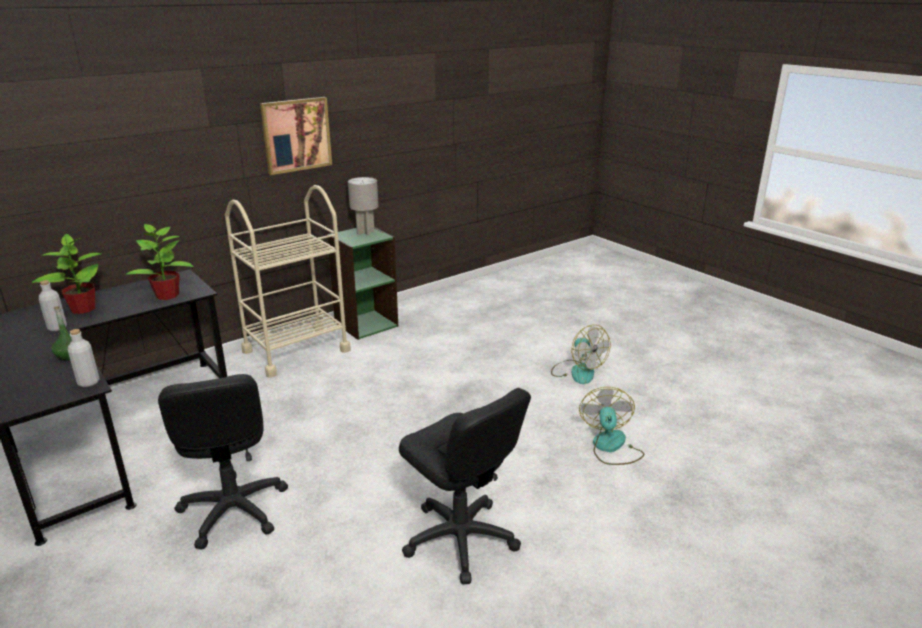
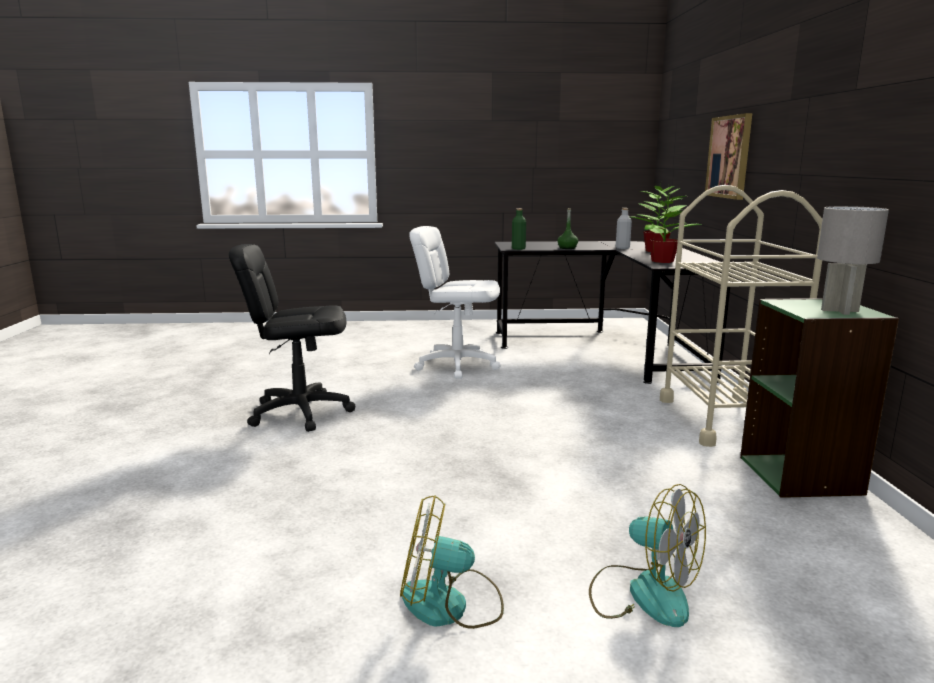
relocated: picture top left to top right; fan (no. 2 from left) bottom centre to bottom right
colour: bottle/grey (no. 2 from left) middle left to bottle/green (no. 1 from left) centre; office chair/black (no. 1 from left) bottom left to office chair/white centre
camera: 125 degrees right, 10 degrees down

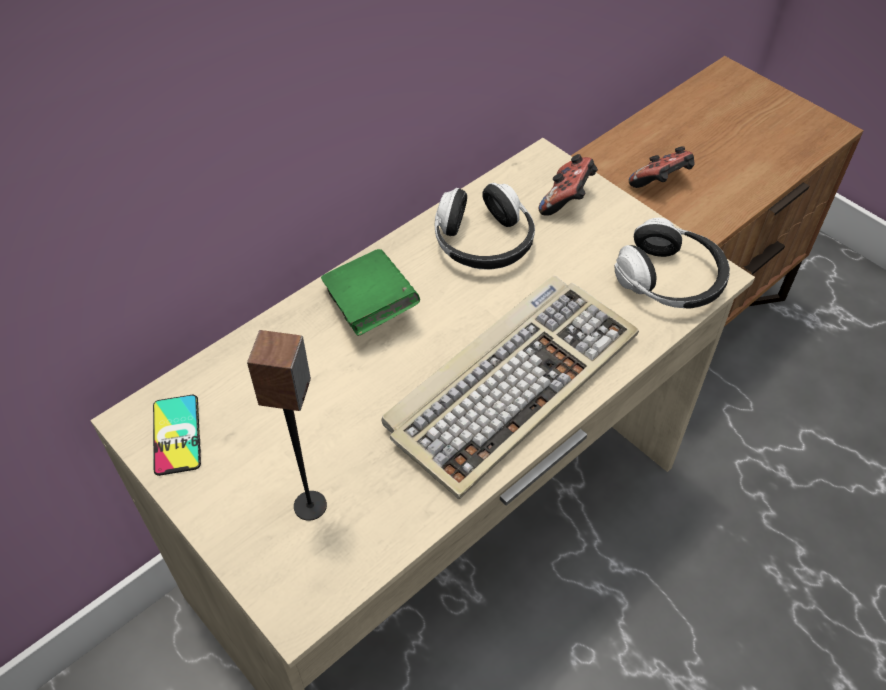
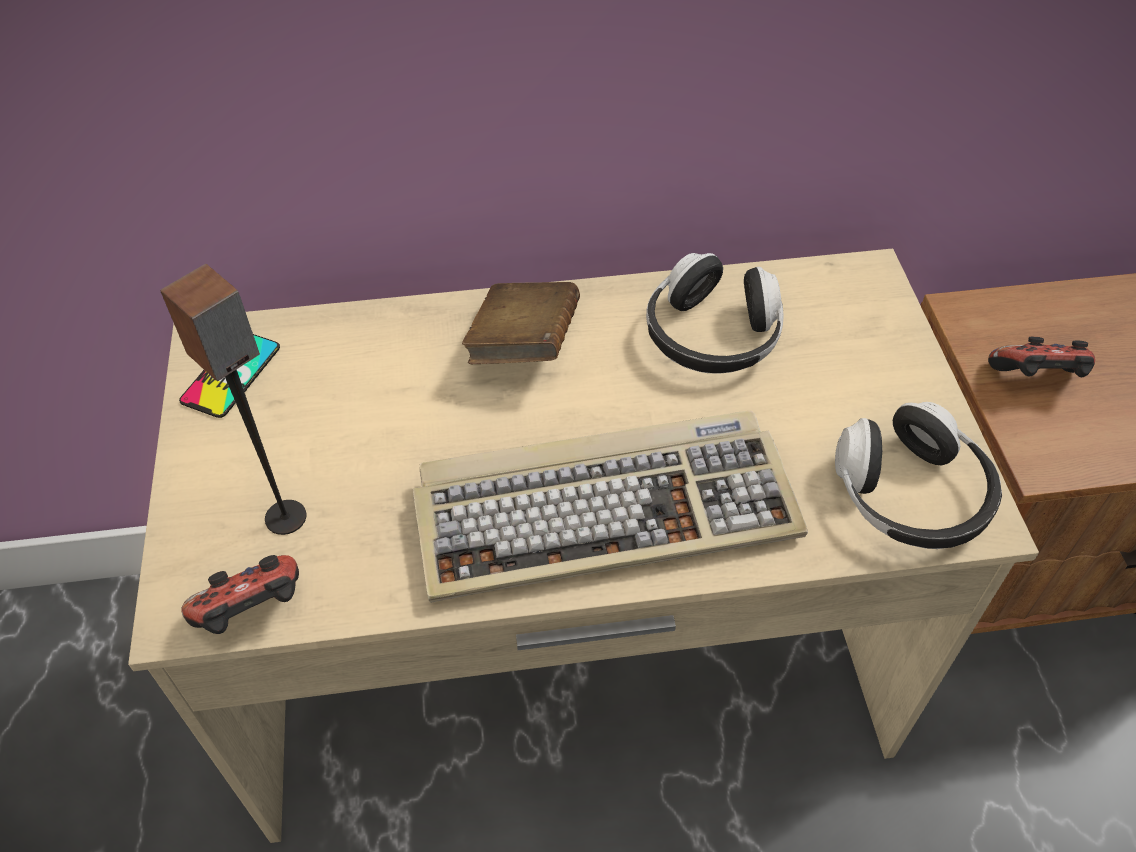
relocated: game controller (no. 1 from left) top centre to bottom left
colour: book/green centre to book/brown centre
camera: 35 degrees right, 0 degrees up

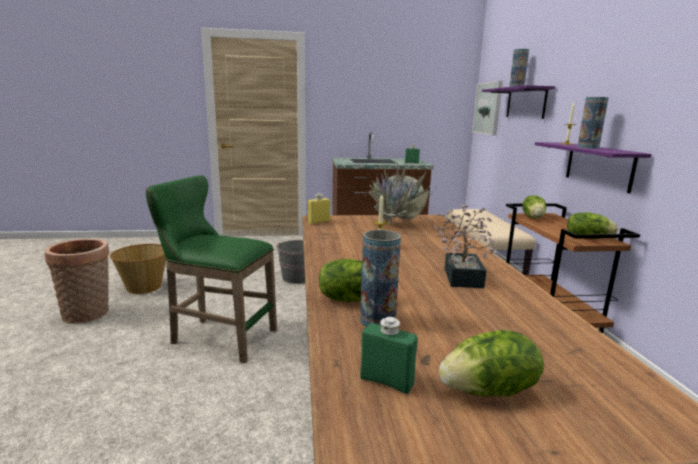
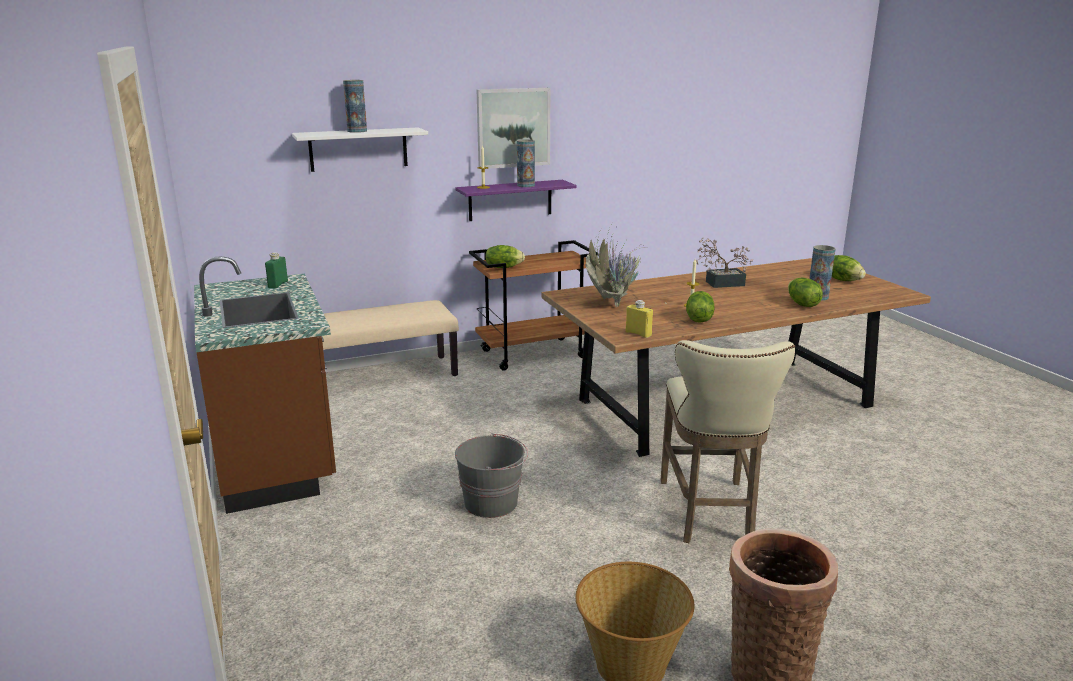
missing: bottle/green (no. 1 from left) bottom centre
relocated: picture top right to top centre; lettuce (no. 4 from left in the first image) middle right to lettuce (no. 2 from left) centre
colour: stool/green middle left to stool/beige middle right; shelf/purple (no. 1 from left) top right to shelf/white top centre
camera: 105 degrees left, 5 degrees up

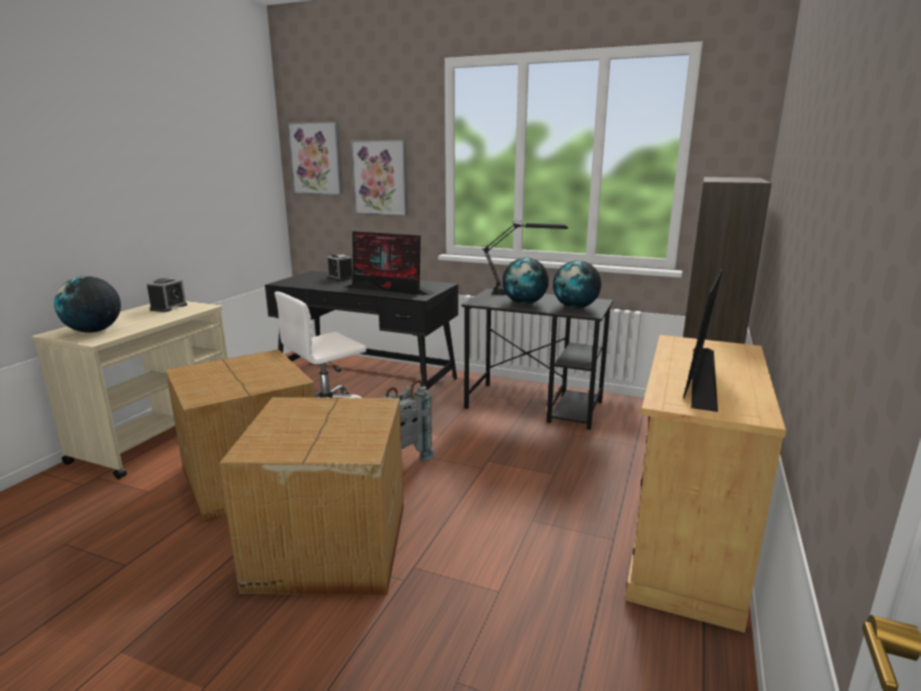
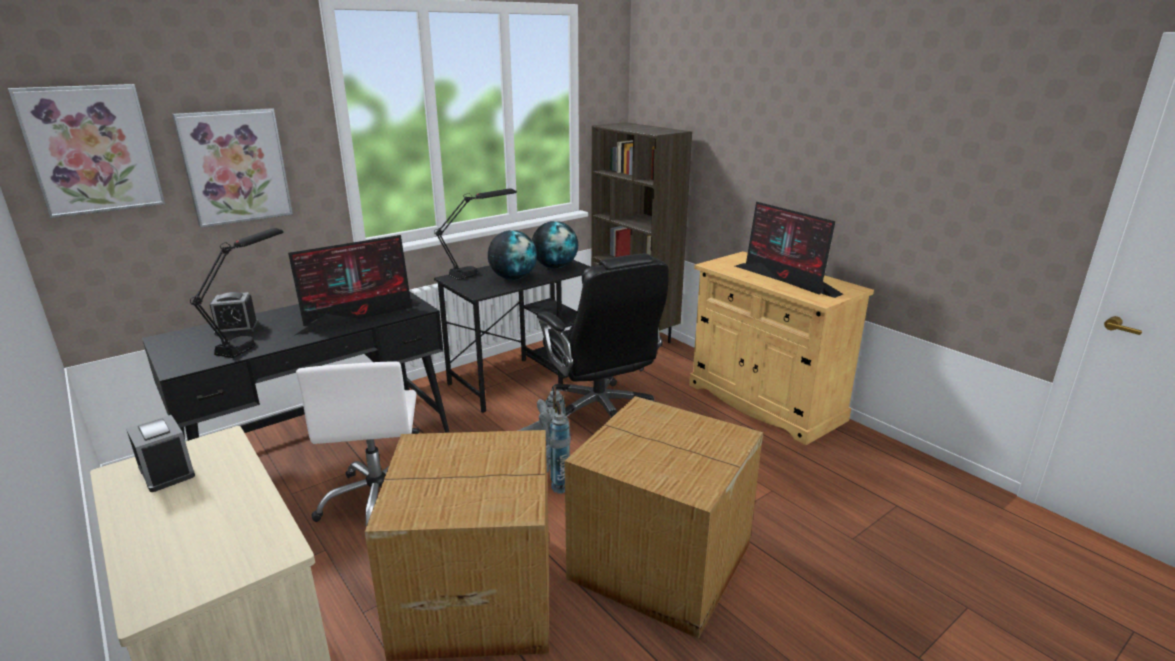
missing: globe (no. 1 from left) middle left
appeared: table lamp/black (no. 1 from left) middle left; office chair/black centre
camera: 60 degrees left, 5 degrees up

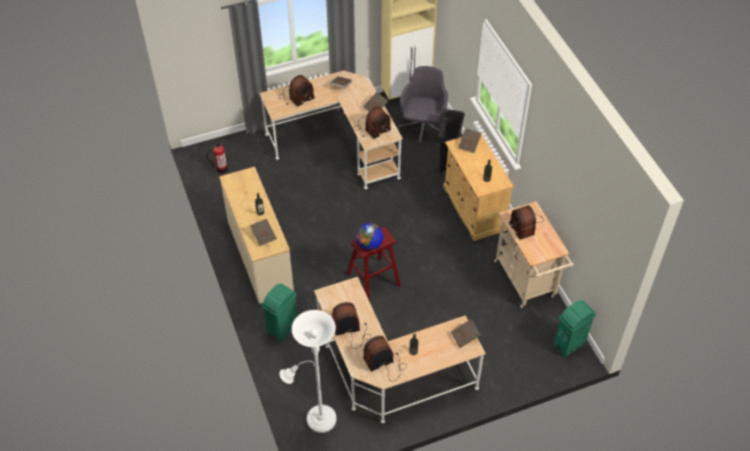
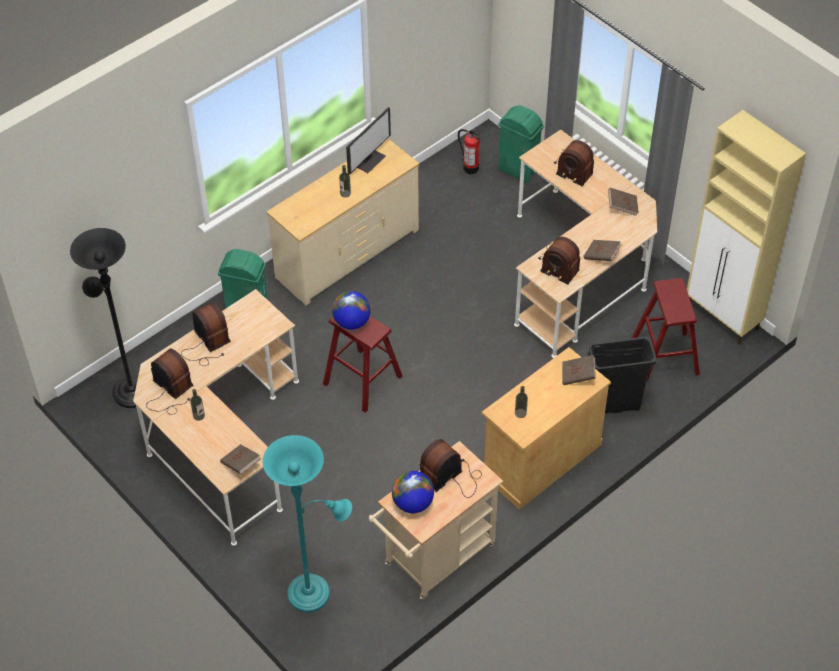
missing: book/brown (no. 1 from left) centre
appeared: floor lamp/turquoise bottom centre; monitor top centre; globe (no. 2 from left) bottom centre
relocated: trash can/green (no. 2 from left) bottom right to top centre
exchanged: office chair/grey top centre to stool/red (no. 2 from left) middle right
colour: floor lamp/white bottom centre to floor lamp/black middle left
camera: 70 degrees right, 0 degrees up

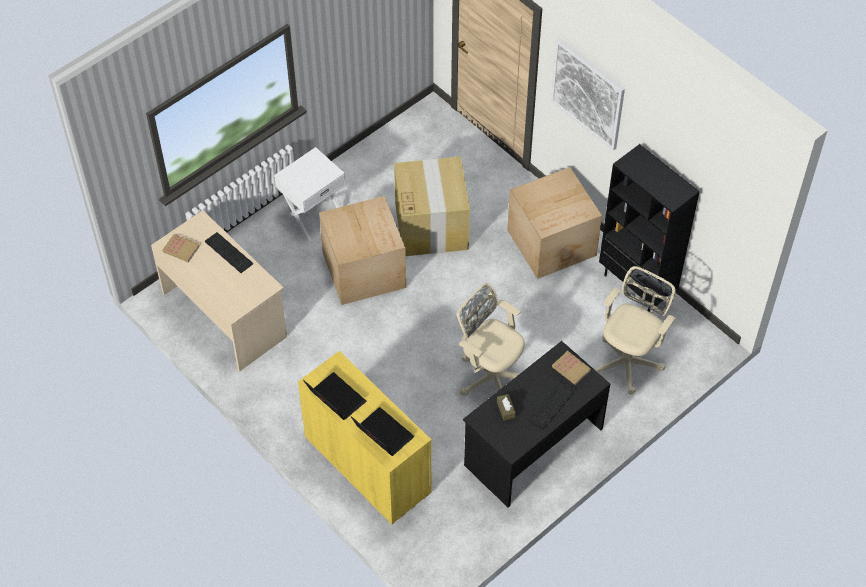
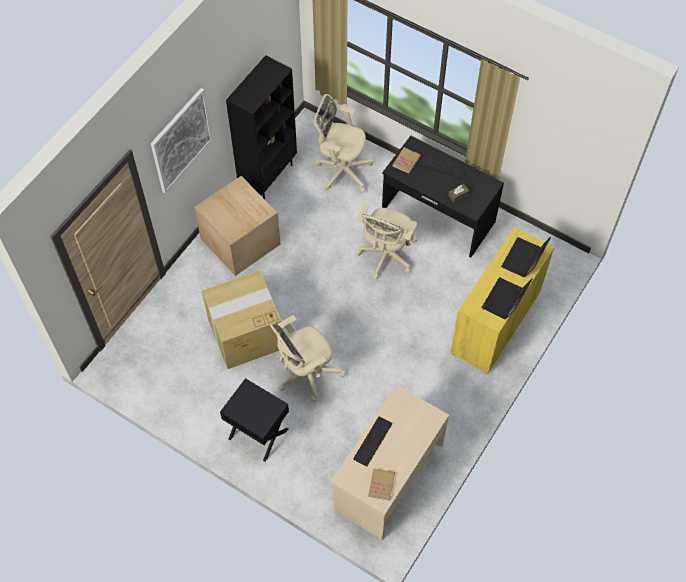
exchanged: cardboard box (no. 1 from left) centre to office chair/beige (no. 1 from left) centre
colour: nightstand/white top centre to nightstand/black bottom centre
camera: 105 degrees left, 5 degrees up

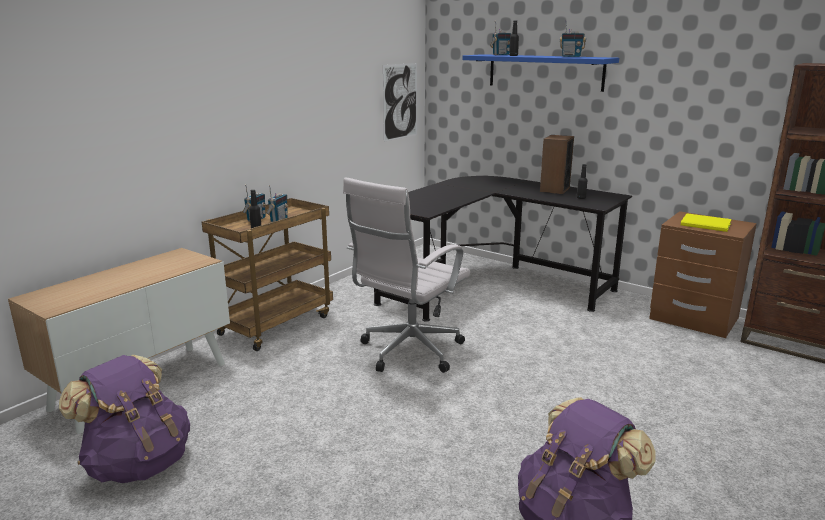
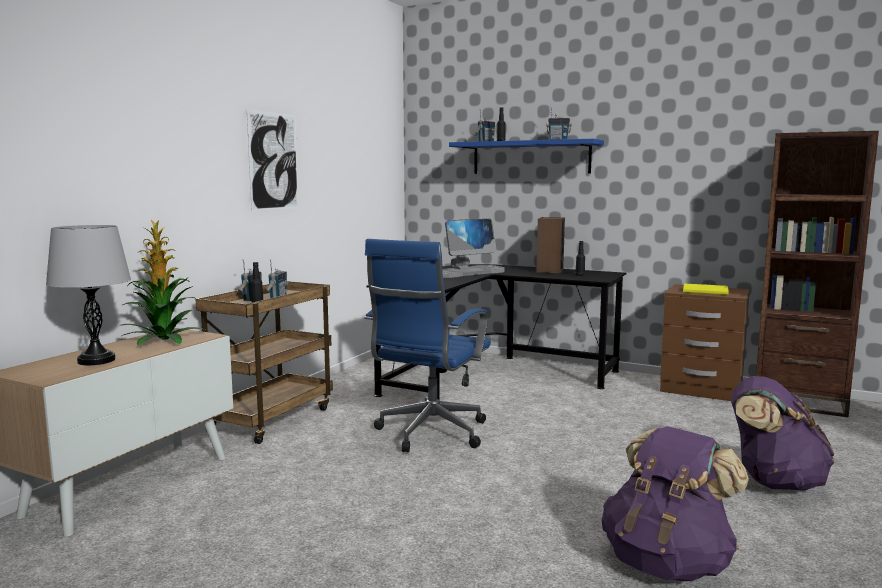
appeared: table lamp/grey middle left; potted plant middle left; monitor centre
relocated: backpack/purple (no. 1 from left in the first image) bottom left to backpack/purple (no. 2 from left) bottom right; picture top centre to top left
colour: office chair/white centre to office chair/blue centre
camera: 10 degrees left, 10 degrees down

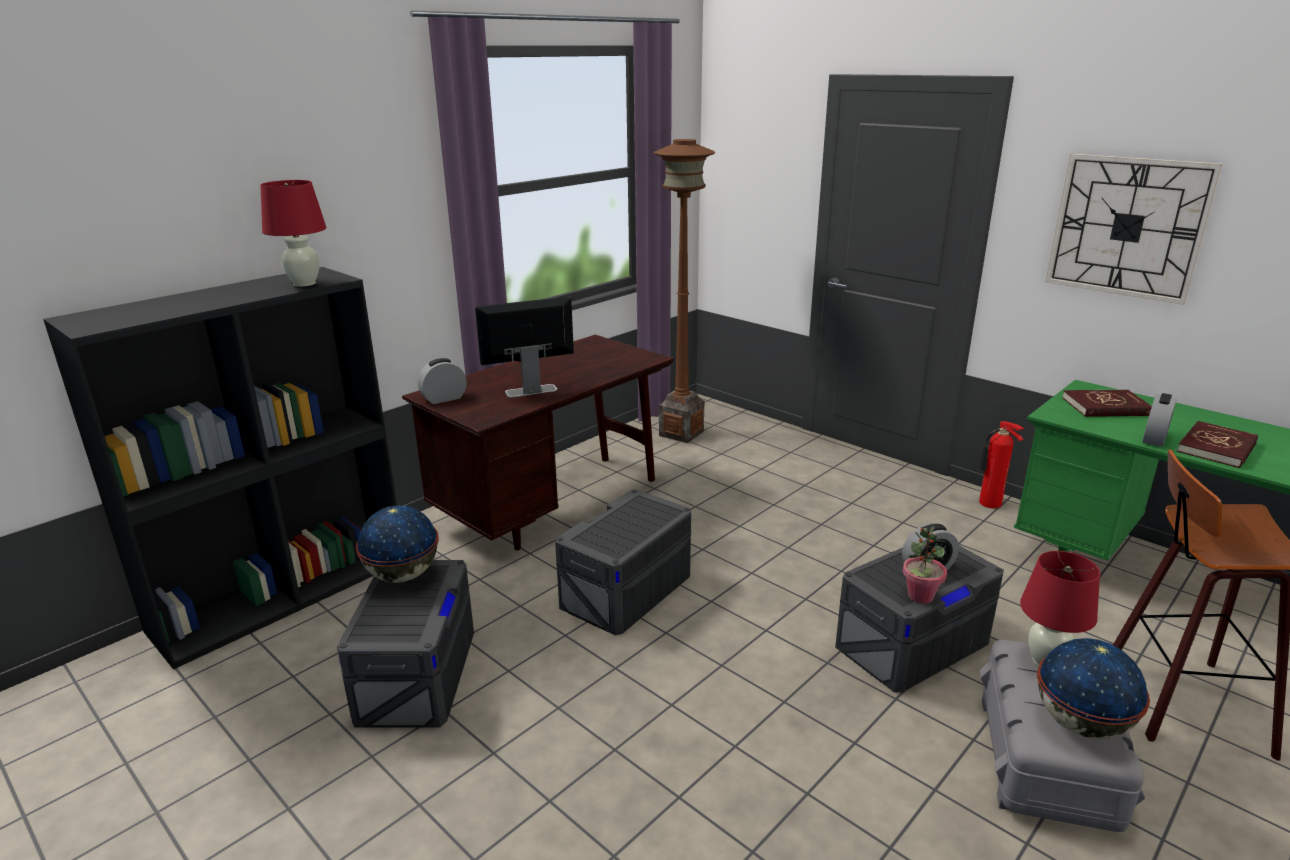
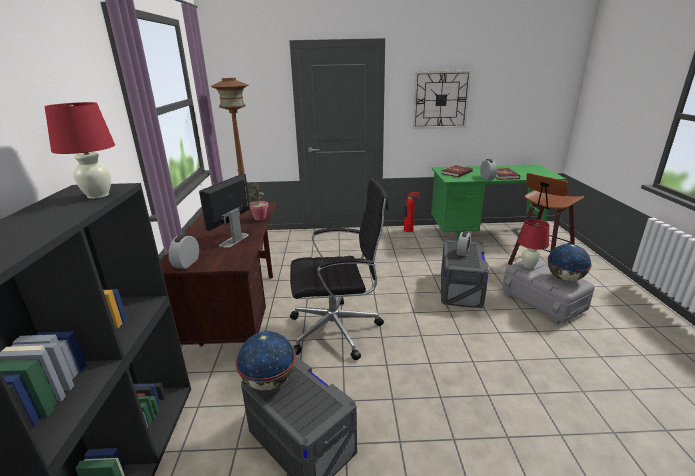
relocated: potted plant middle right to centre
exchanged: storage box/grey (no. 2 from left) centre to office chair/black centre
camera: 45 degrees left, 0 degrees up

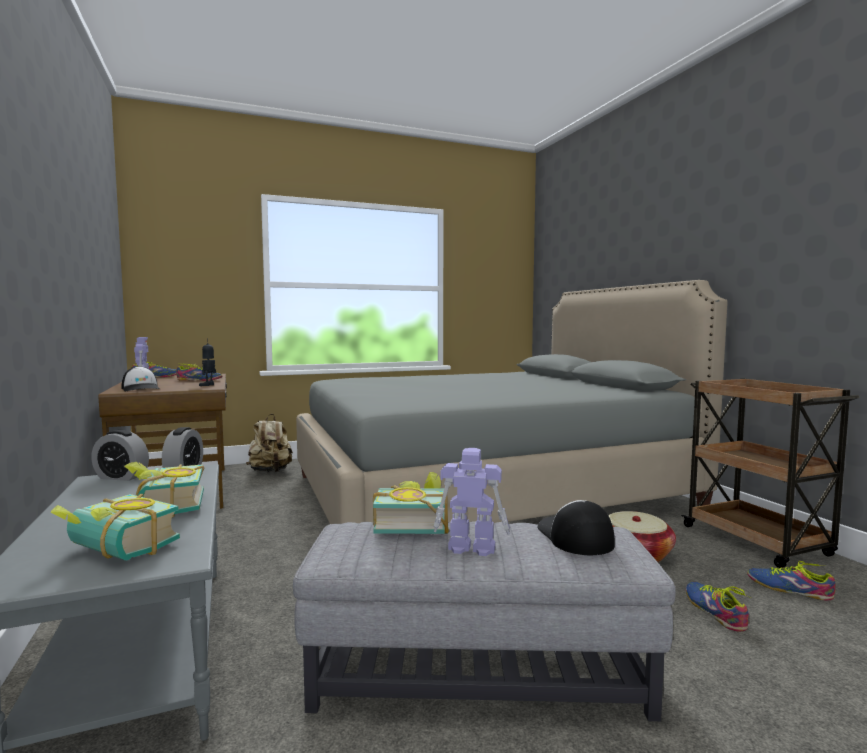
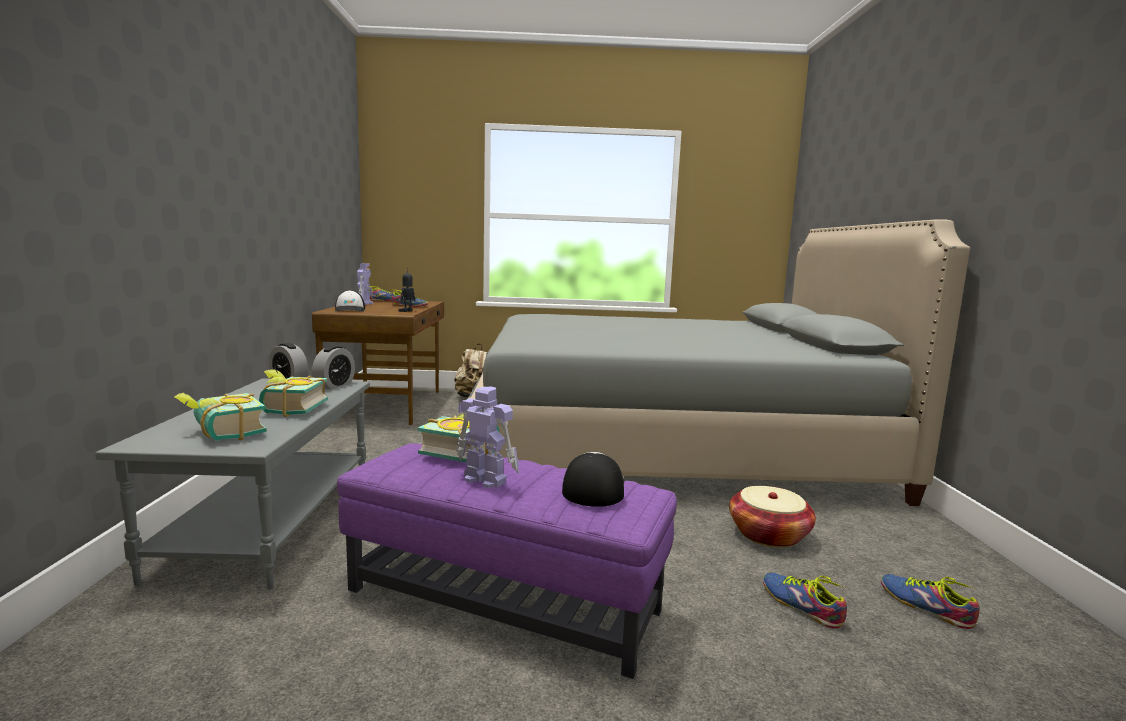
missing: cart/brown middle right
colour: ottoman/grey bottom centre to ottoman/purple bottom centre
spun: shoe (no. 3 from left) bottom right = bottom right 45 degrees counterclockwise
camera: 20 degrees right, 5 degrees up

